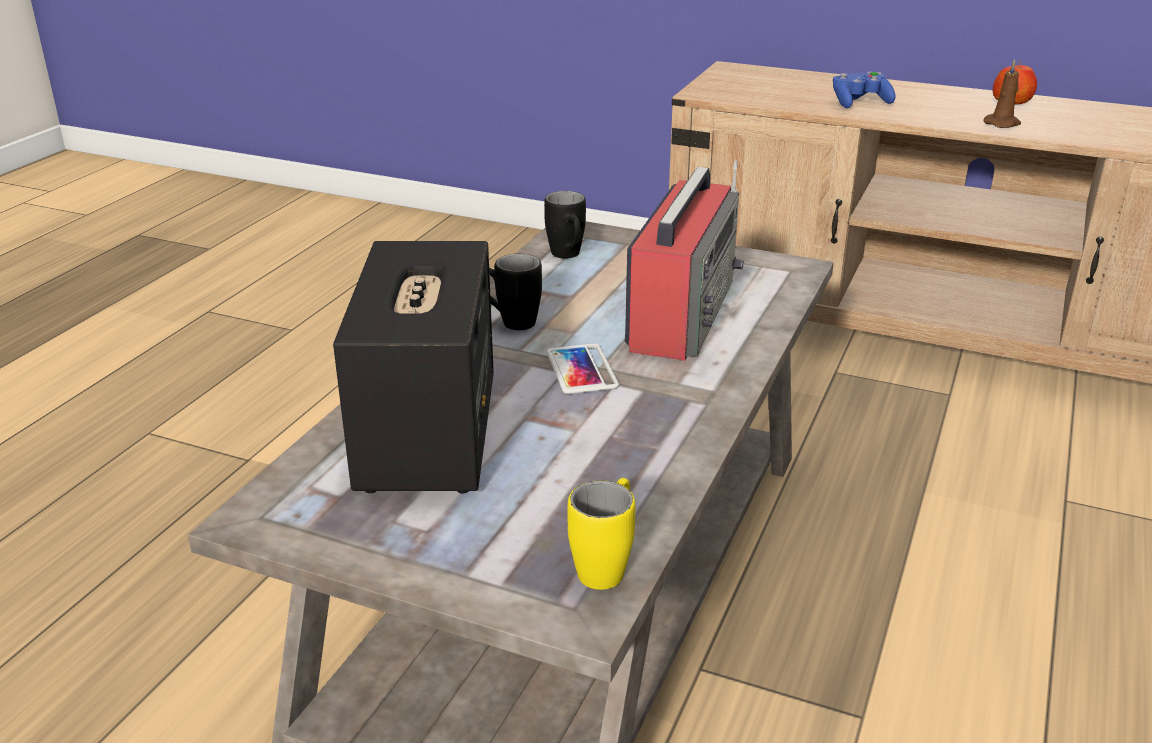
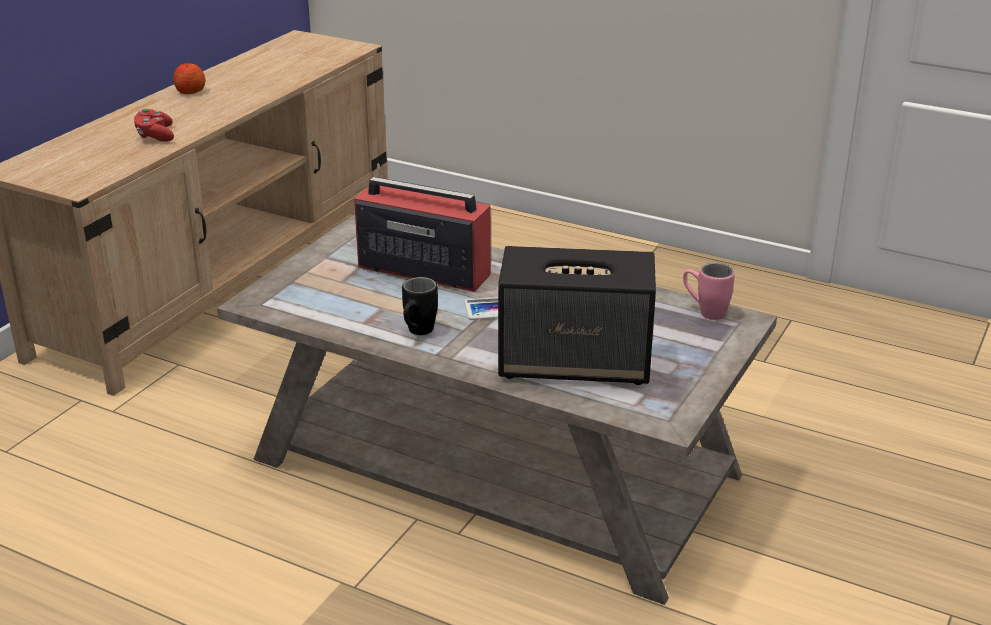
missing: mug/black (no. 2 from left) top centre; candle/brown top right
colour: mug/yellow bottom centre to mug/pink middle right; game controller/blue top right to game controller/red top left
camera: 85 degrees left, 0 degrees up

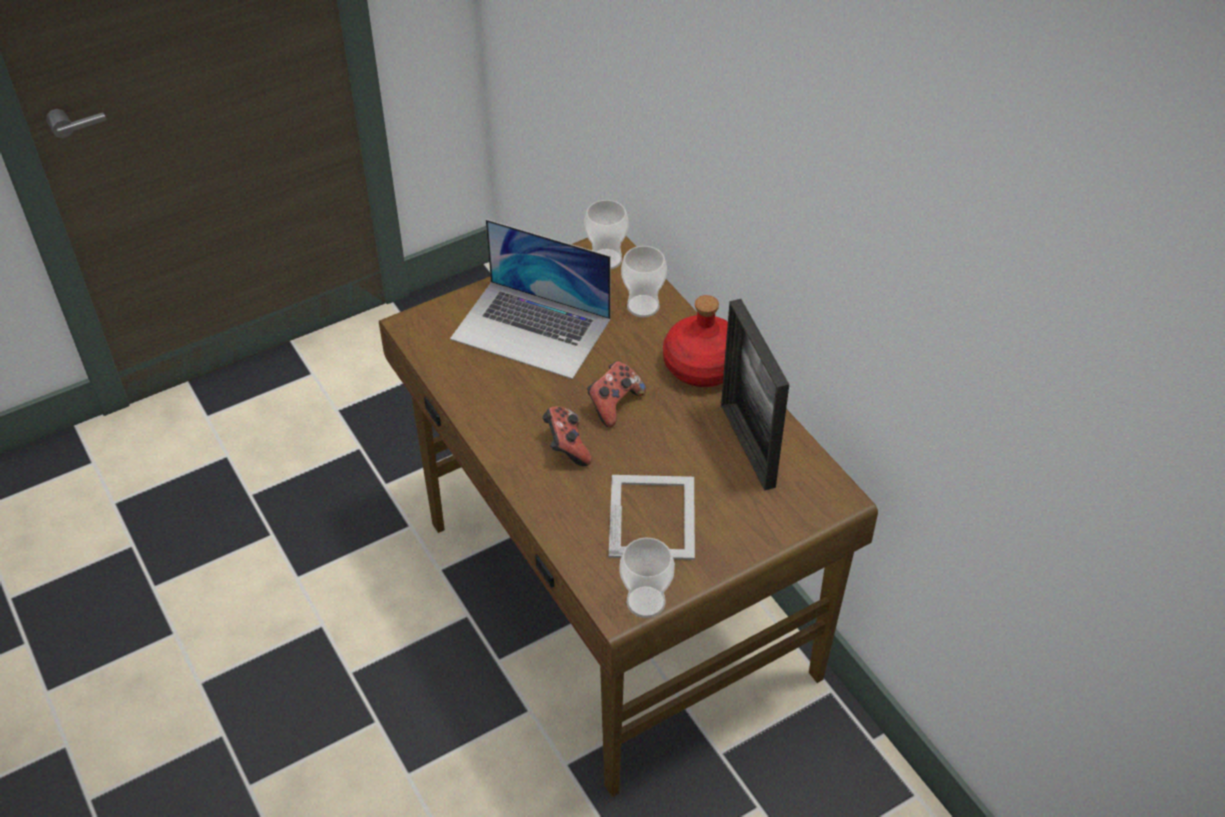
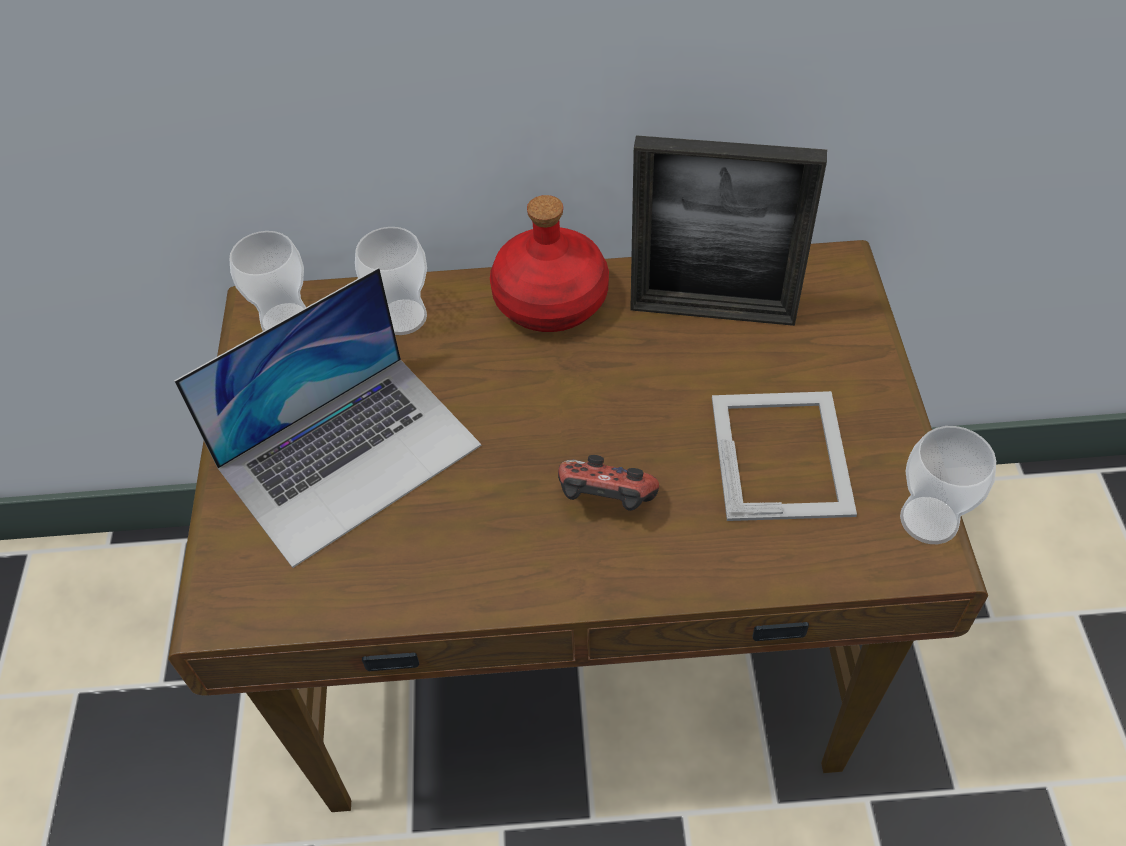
missing: game controller (no. 2 from left) centre
spun: picture frame (no. 1 from left in the first image) centre = middle right 60 degrees clockwise
camera: 60 degrees left, 5 degrees up

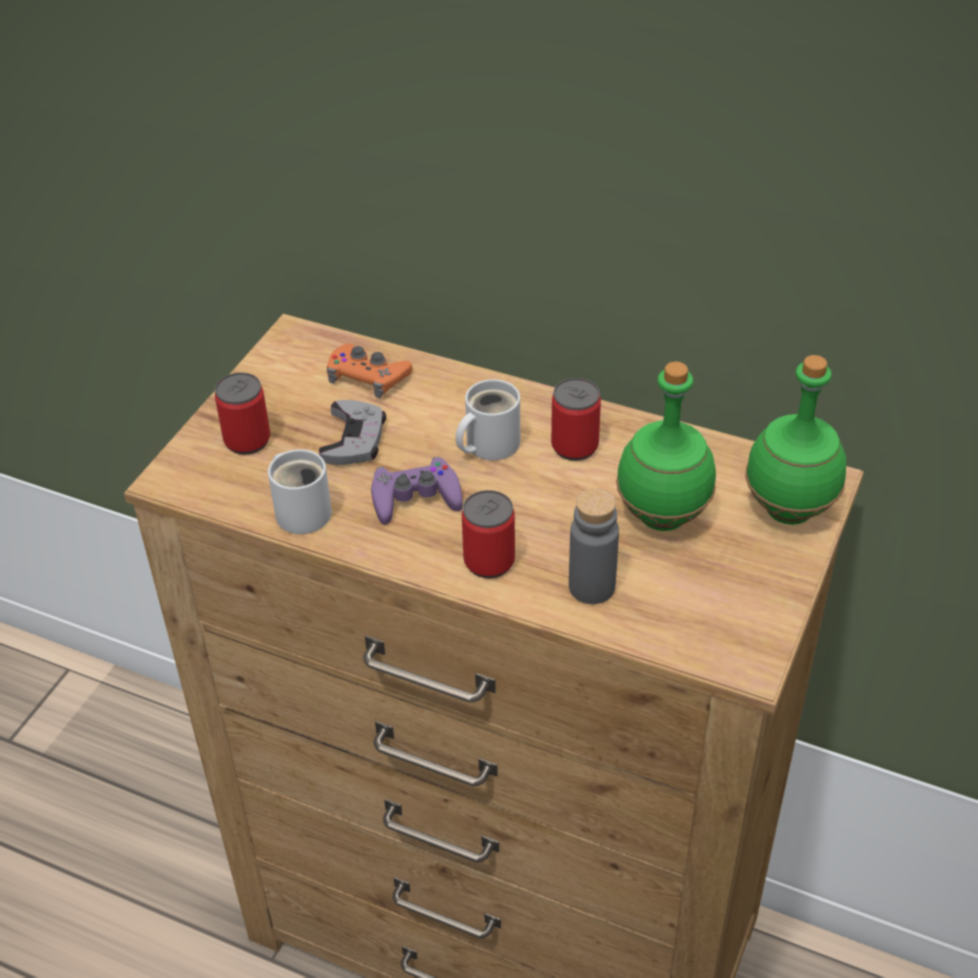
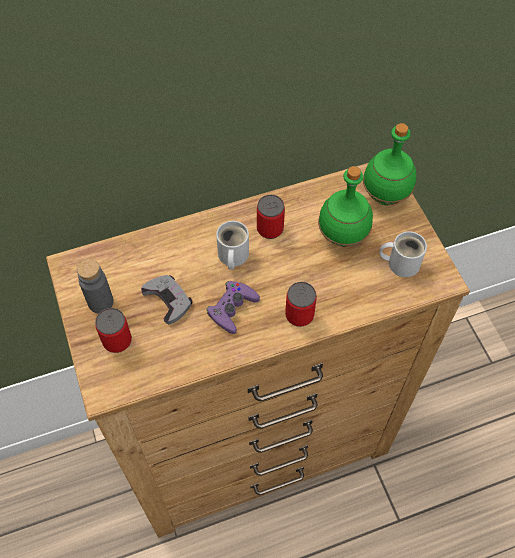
missing: game controller/orange centre
relocated: mug/white (no. 1 from left in the first image) middle left to mug/white (no. 2 from left) middle right; bottle/grey centre to middle left
camera: 45 degrees left, 15 degrees up

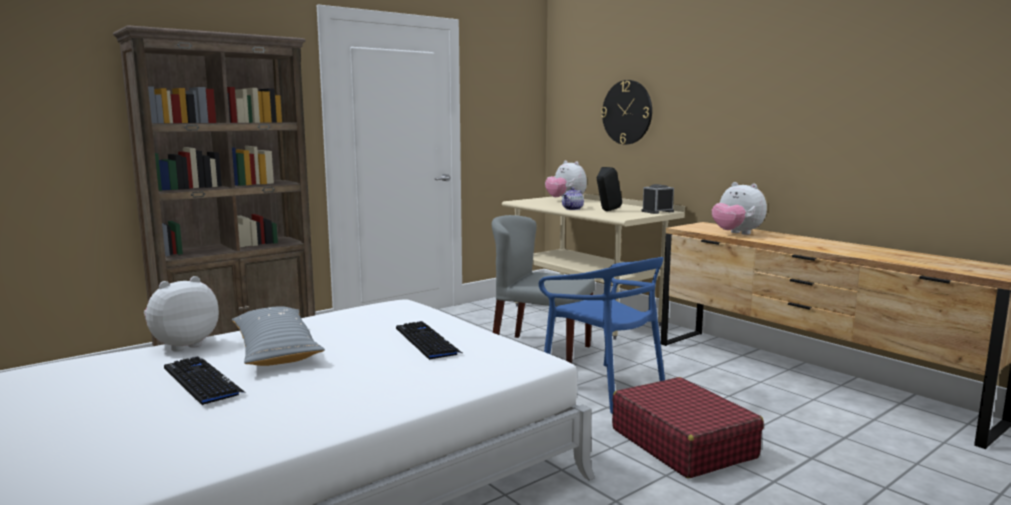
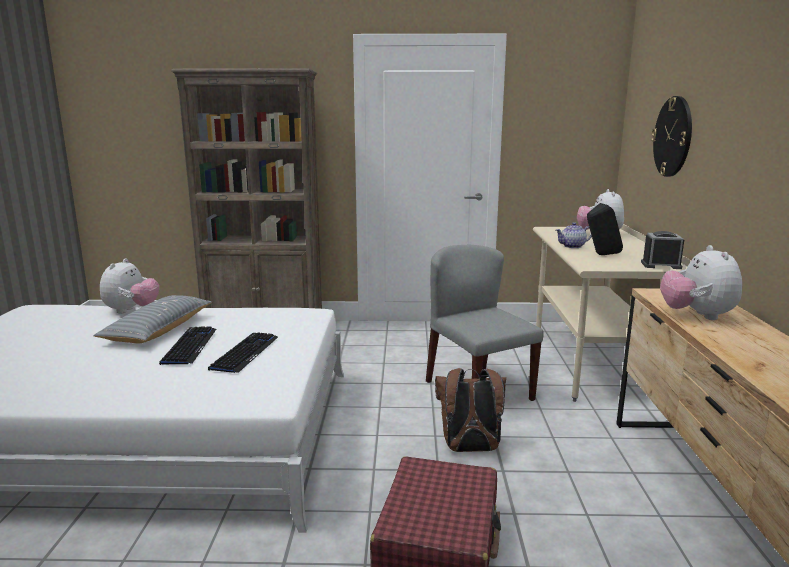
relocated: keyboard (no. 1 from left) bottom left to middle left
exchanged: chair/blue centre to backpack/brown bottom centre
spun: plush toy (no. 1 from left) middle left = middle left 105 degrees clockwise
camera: 40 degrees right, 5 degrees up

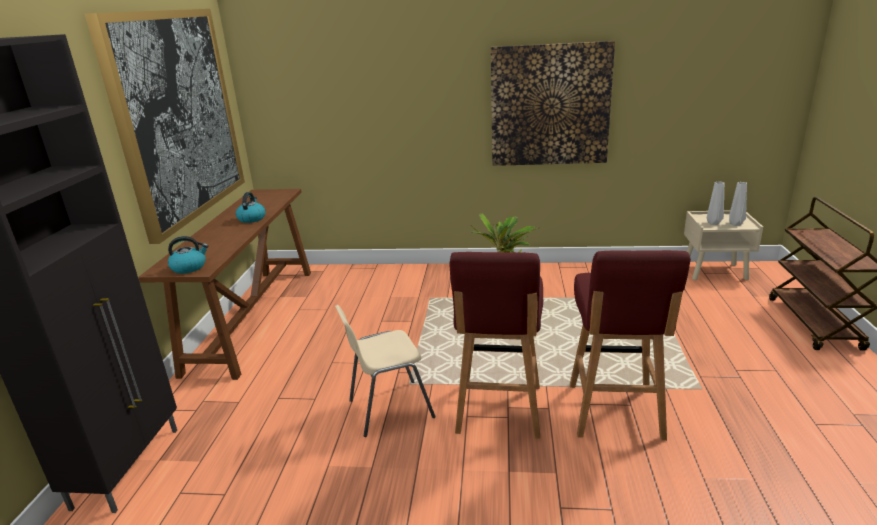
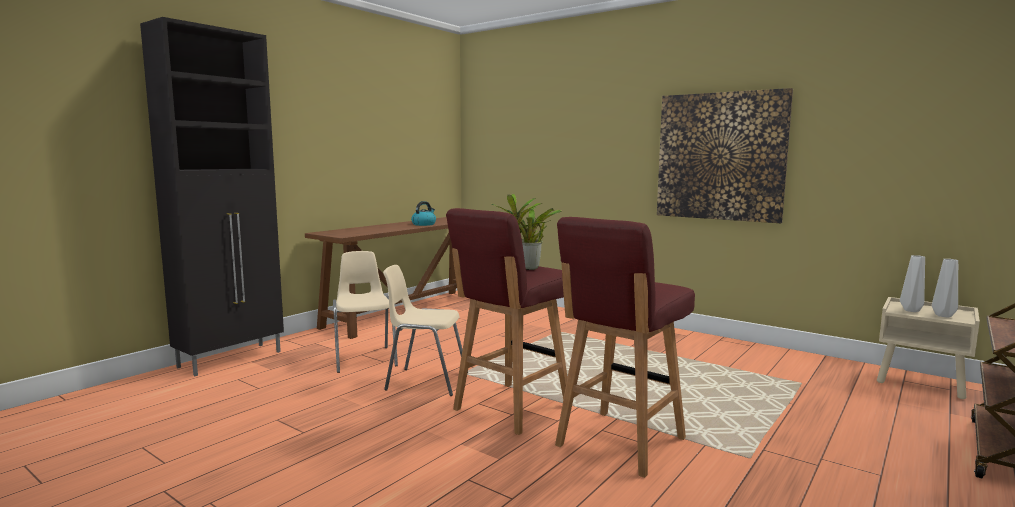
missing: picture (no. 1 from left) top left; kettle (no. 1 from left) middle left
appeared: chair/beige (no. 1 from left) centre
camera: 30 degrees right, 15 degrees down

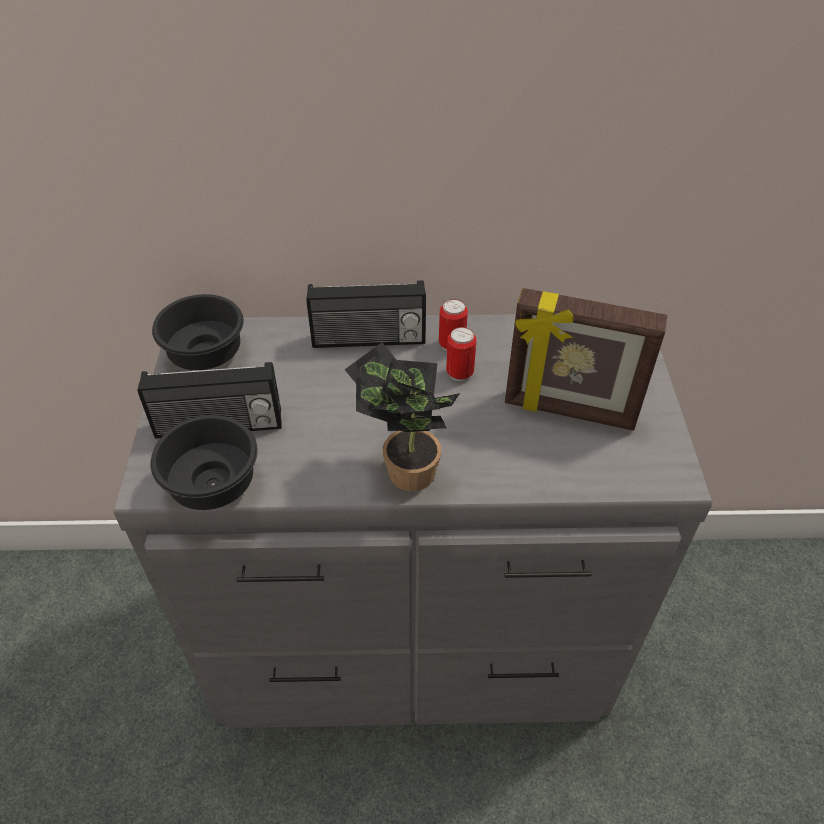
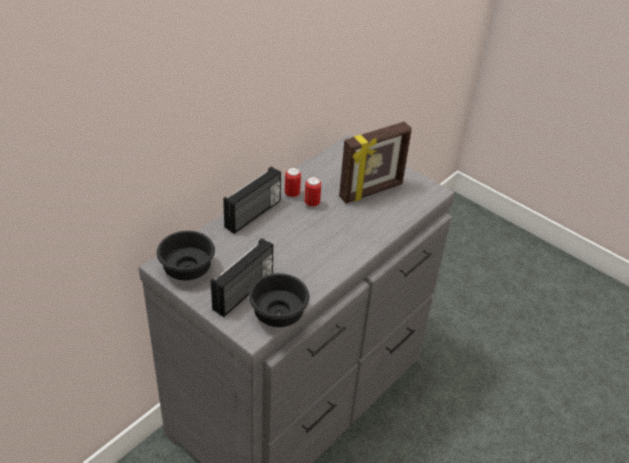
missing: potted plant centre
camera: 50 degrees left, 5 degrees down

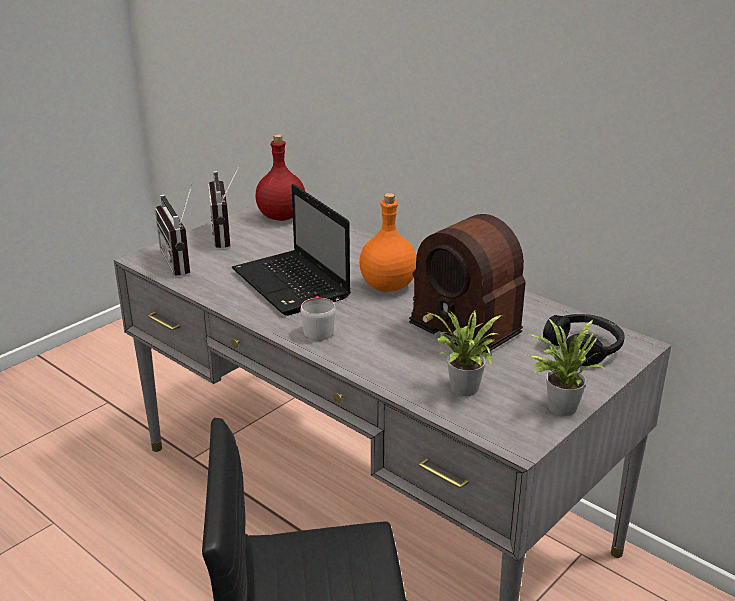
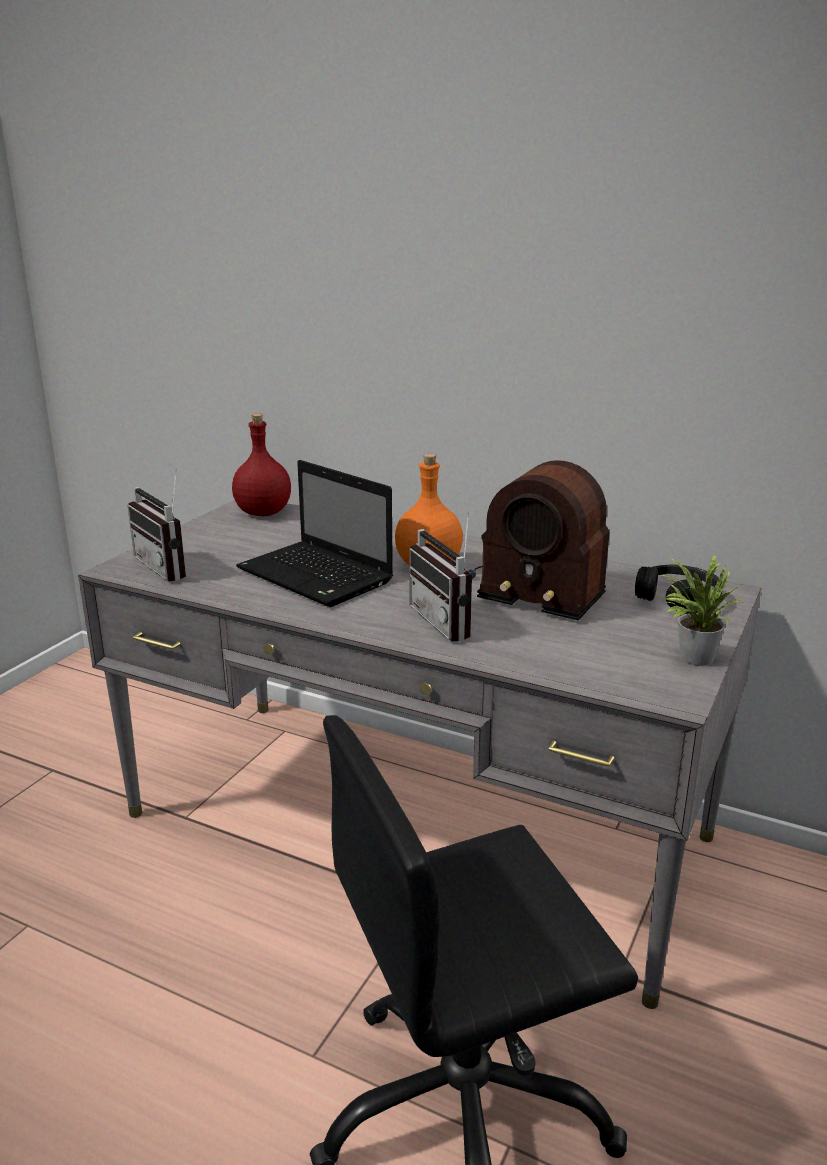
missing: mug/grey centre; potted plant (no. 1 from left) centre
relocated: radio (no. 2 from left) middle left to centre
camera: 15 degrees left, 5 degrees down

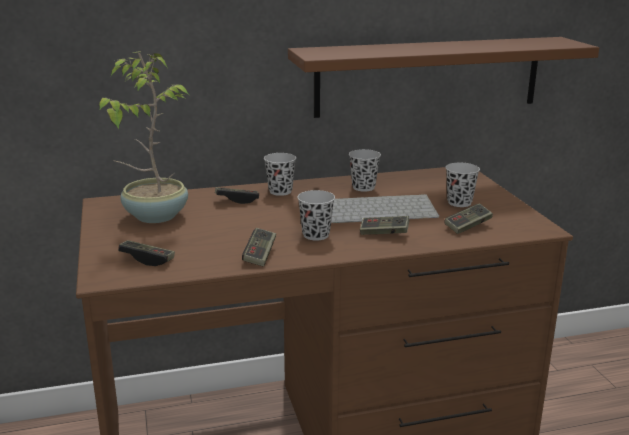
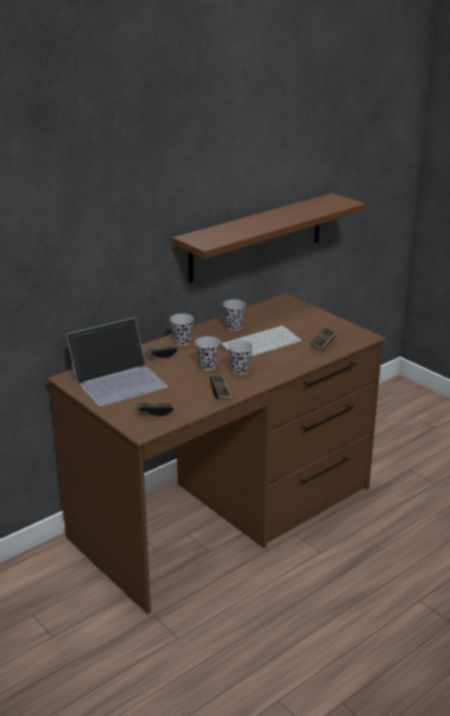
missing: game controller (no. 4 from left) centre
relocated: cup/black (no. 4 from left in the first image) middle right to cup/black (no. 2 from left) centre
exchanged: potted plant top left to laptop middle left
camera: 25 degrees left, 5 degrees up

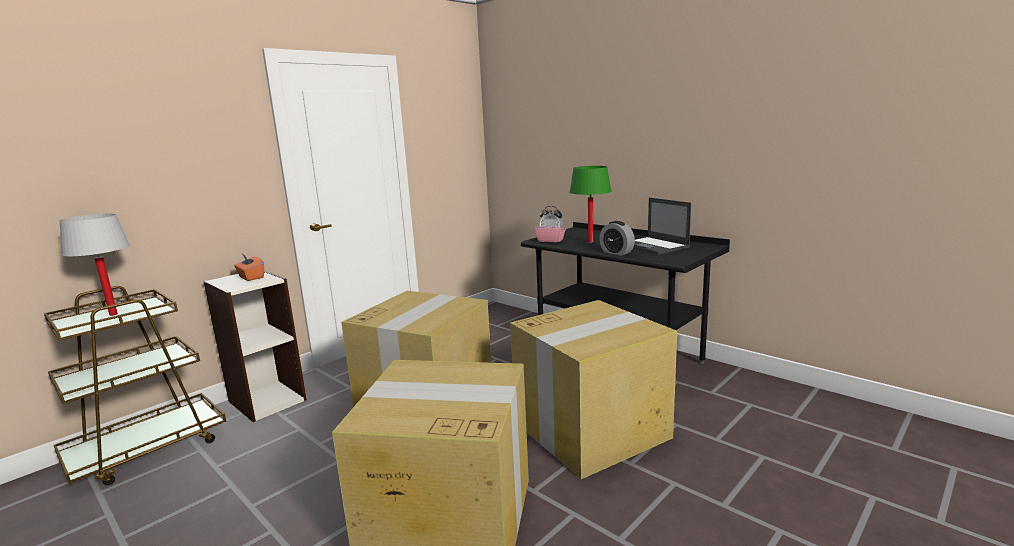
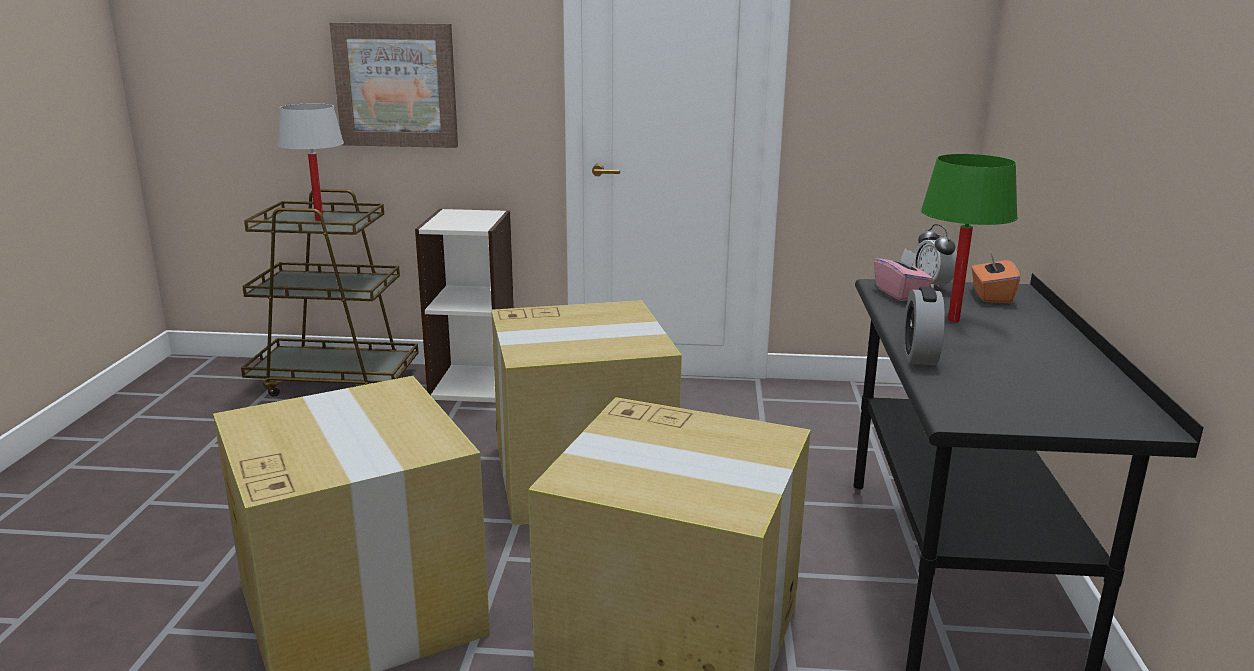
missing: laptop centre
appeared: picture top left
relocated: tissue box/orange middle left to middle right
camera: 50 degrees right, 5 degrees up

